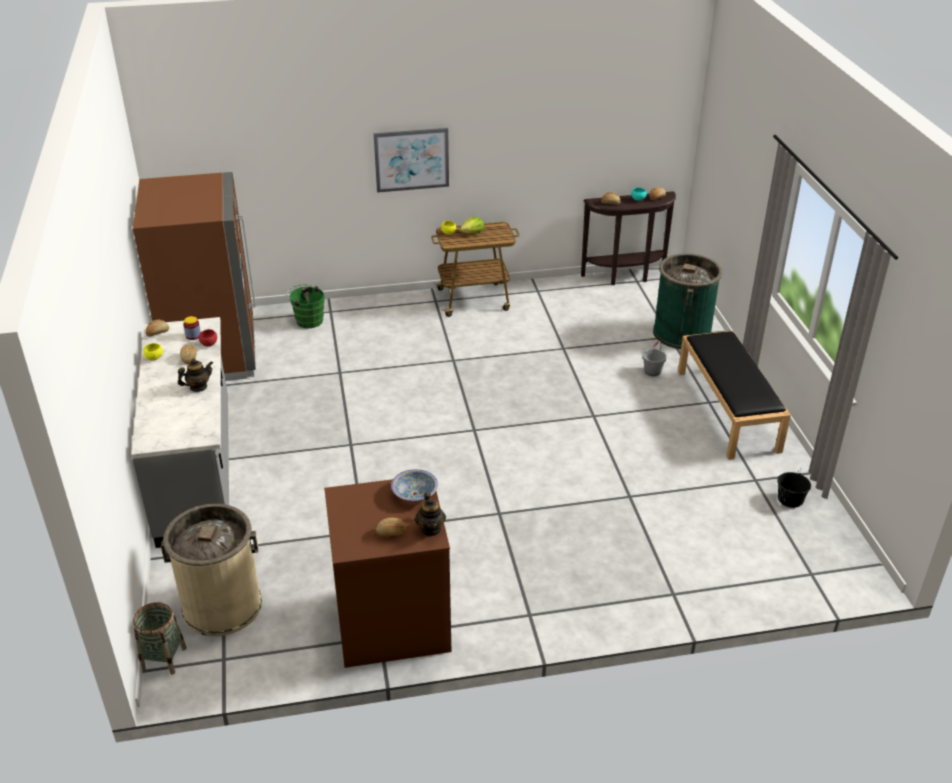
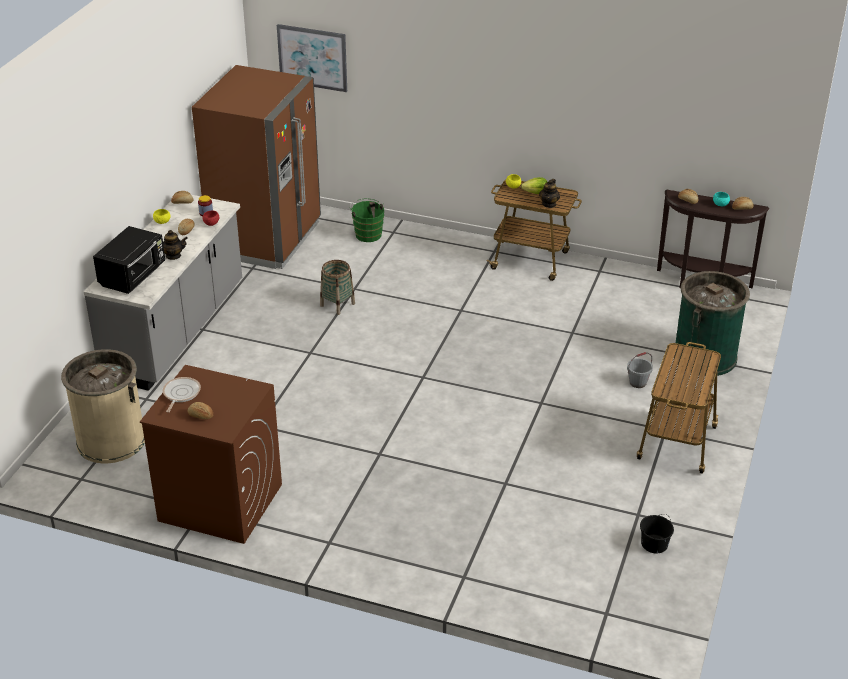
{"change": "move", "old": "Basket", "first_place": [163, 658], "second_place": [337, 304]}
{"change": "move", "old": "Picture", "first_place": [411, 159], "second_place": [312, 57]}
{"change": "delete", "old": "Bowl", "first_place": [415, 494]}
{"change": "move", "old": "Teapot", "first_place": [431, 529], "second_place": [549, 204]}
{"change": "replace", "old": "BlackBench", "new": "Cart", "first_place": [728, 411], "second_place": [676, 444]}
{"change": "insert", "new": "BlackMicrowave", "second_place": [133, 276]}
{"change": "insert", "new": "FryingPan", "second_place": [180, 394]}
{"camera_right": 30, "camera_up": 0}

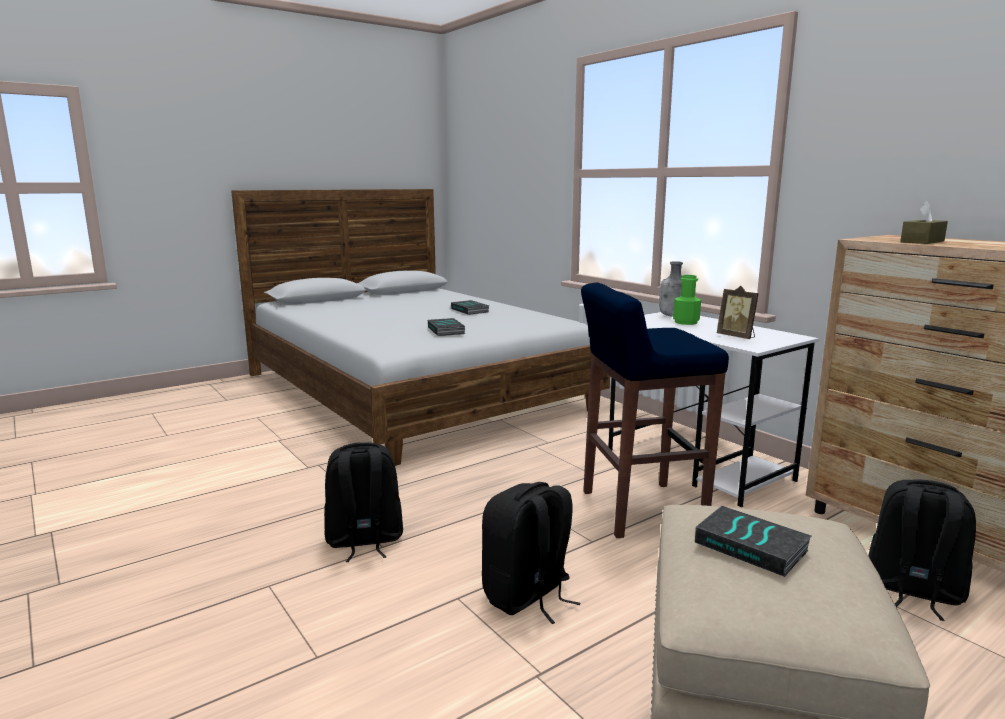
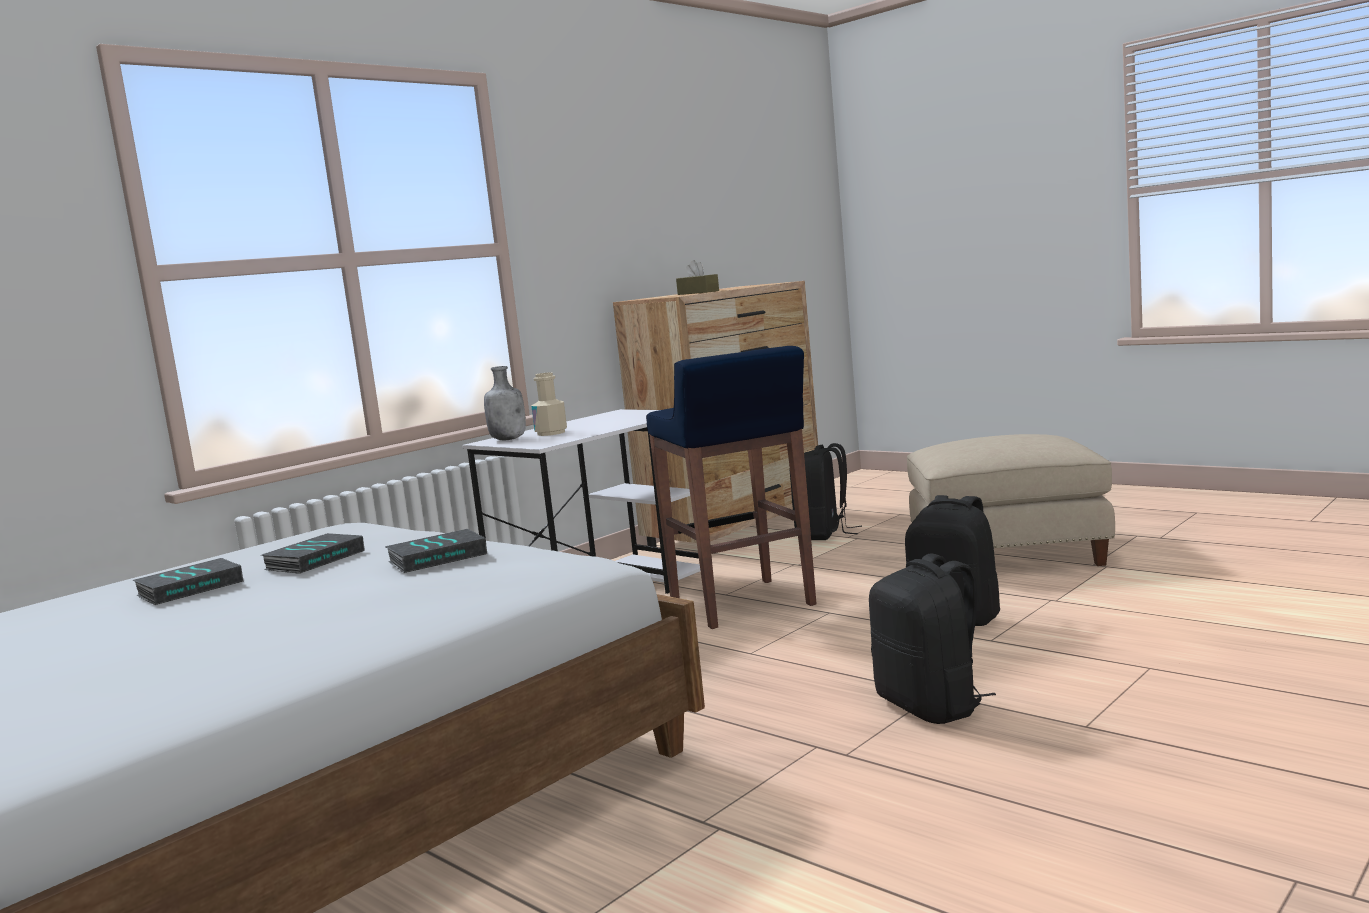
{"change": "recolor", "old": "GreenBottle", "new": "BeigeBottle", "first_place": [686, 322], "second_place": [551, 433]}
{"change": "move", "old": "Book", "first_place": [752, 546], "second_place": [315, 560]}
{"change": "delete", "old": "PictureFrame", "first_place": [737, 337]}
{"camera_right": -100, "camera_up": -5}

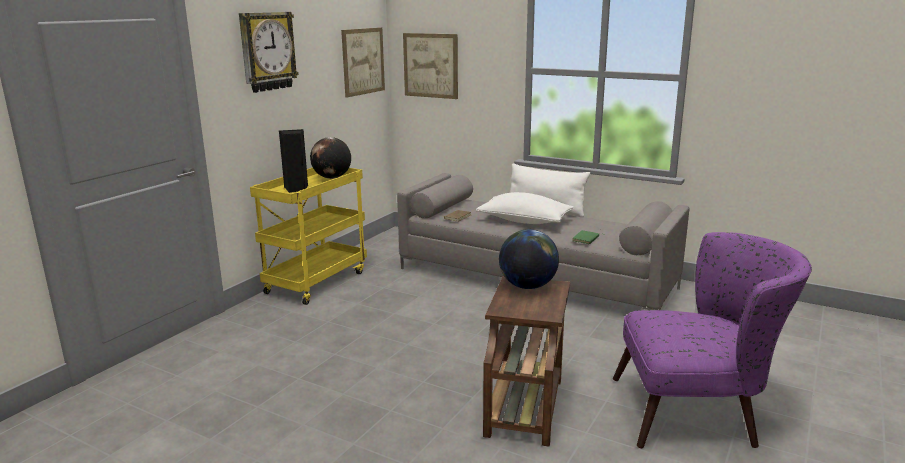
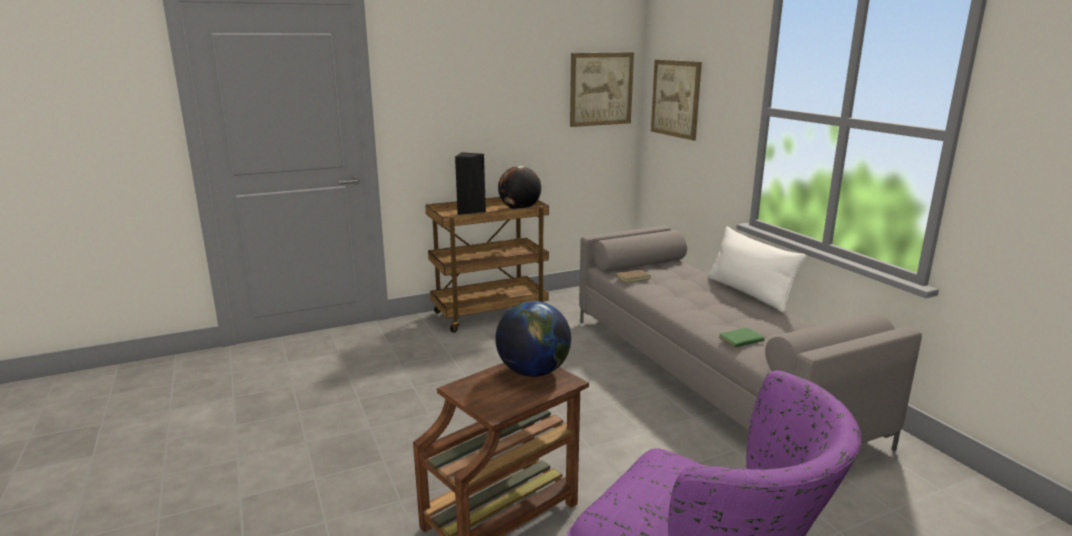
{"change": "delete", "old": "WallClock", "first_place": [267, 51]}
{"change": "recolor", "old": "YellowCart", "new": "BrownCart", "first_place": [316, 281], "second_place": [489, 313]}
{"change": "delete", "old": "WhitePillow", "first_place": [524, 221]}
{"camera_right": 35, "camera_up": 0}

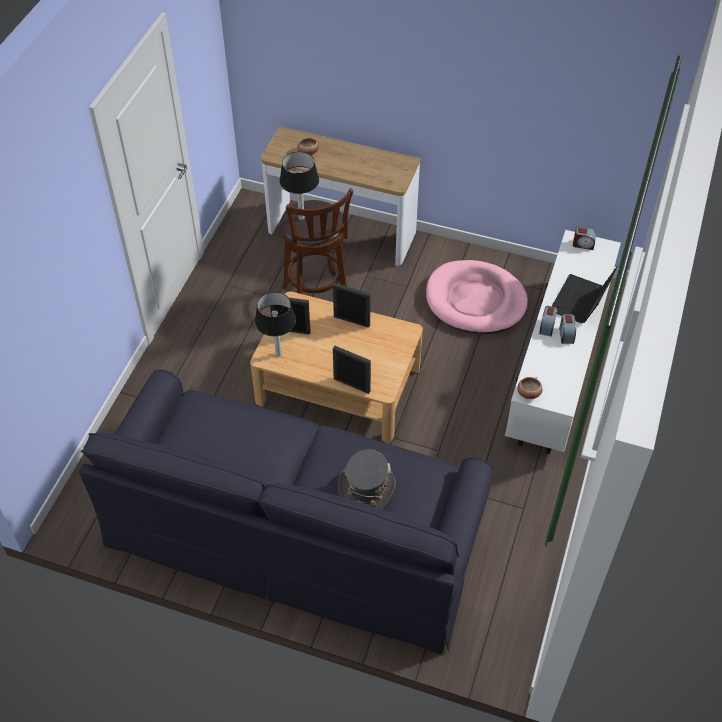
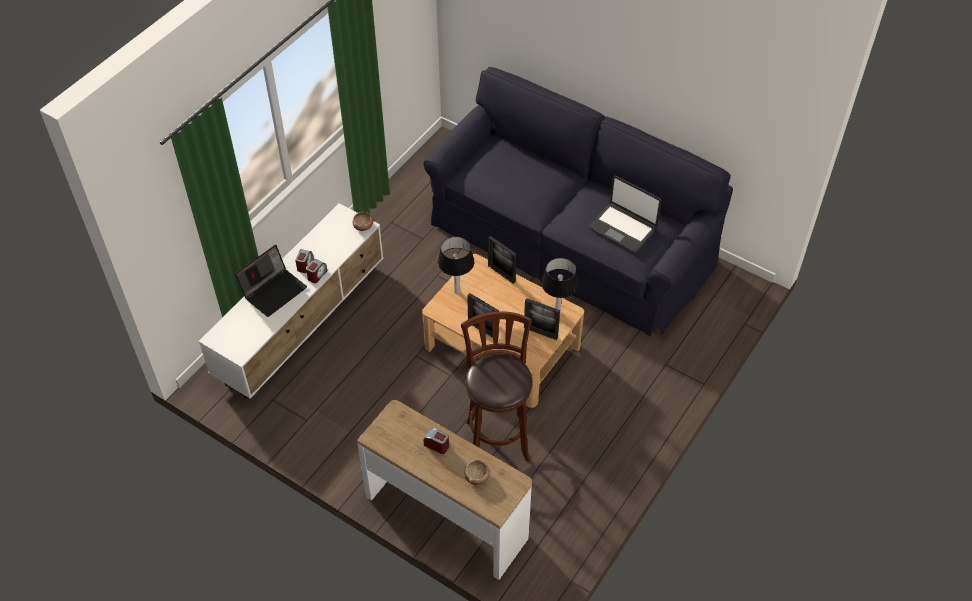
{"change": "move", "old": "TableLamp", "first_place": [302, 218], "second_place": [456, 291]}
{"change": "delete", "old": "GreyHat", "first_place": [366, 489]}
{"change": "delete", "old": "PinkDogBed", "first_place": [475, 301]}
{"change": "move", "old": "AlarmClock", "first_place": [583, 244], "second_place": [437, 445]}
{"change": "insert", "new": "Laptop", "second_place": [623, 227]}
{"camera_right": -165, "camera_up": 0}

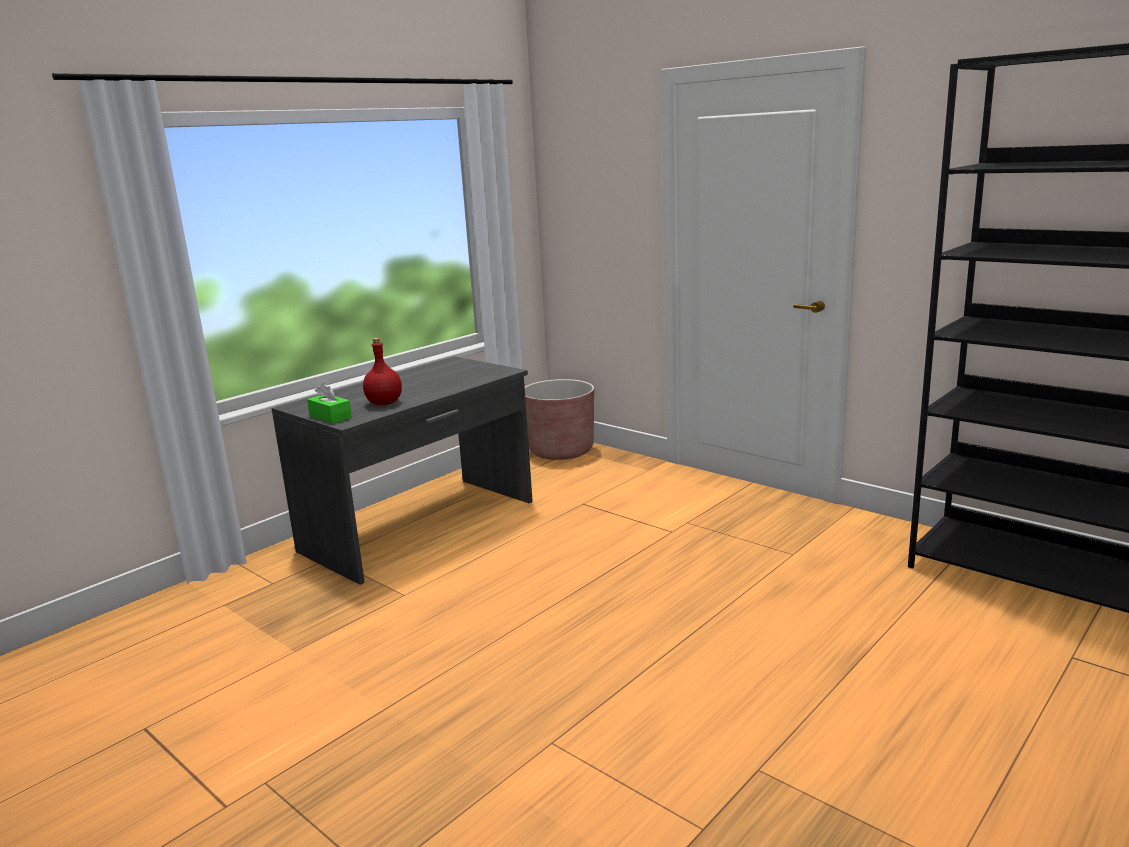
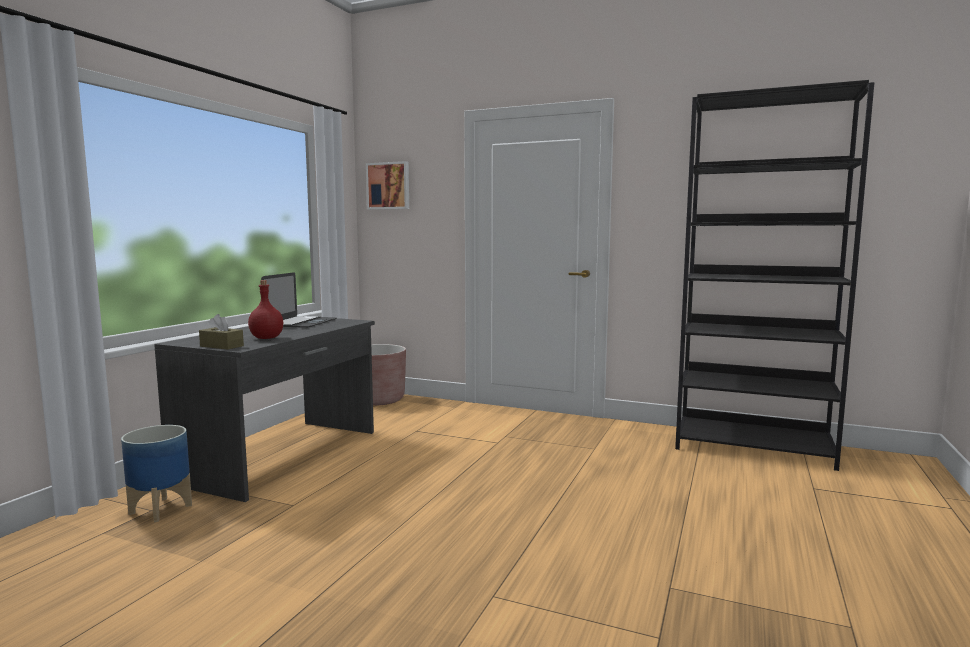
{"change": "recolor", "old": "GreenTissueBox", "new": "BrownTissueBox", "first_place": [330, 417], "second_place": [222, 346]}
{"change": "insert", "new": "Planter", "second_place": [160, 510]}
{"change": "insert", "new": "Laptop", "second_place": [301, 322]}
{"change": "insert", "new": "Picture", "second_place": [388, 186]}
{"camera_right": -20, "camera_up": -10}

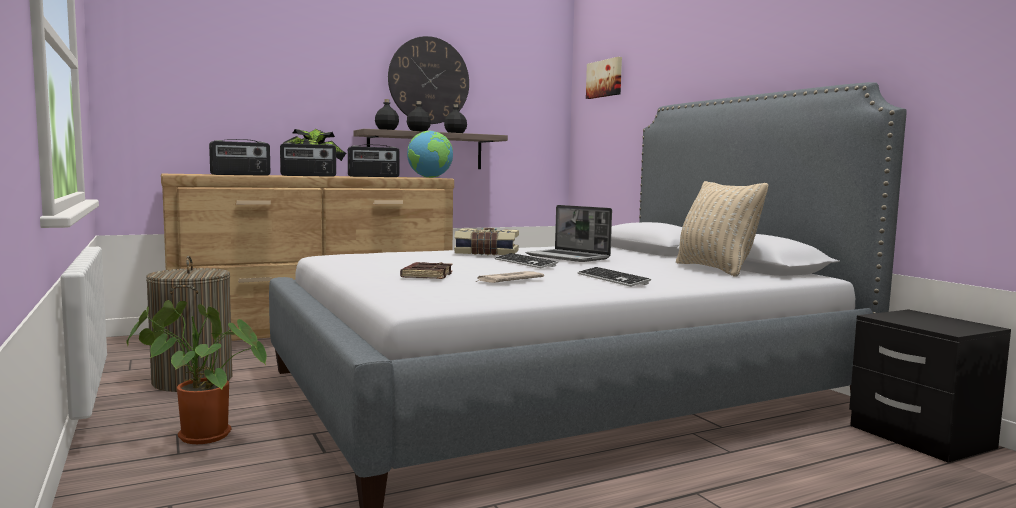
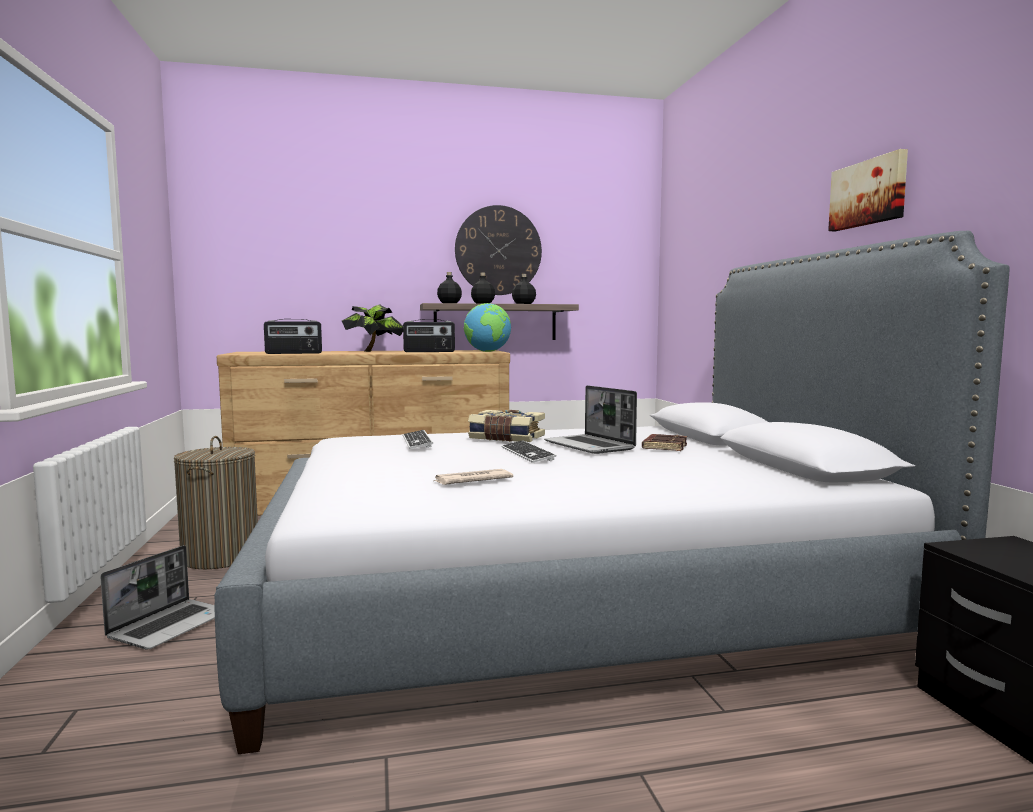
{"change": "replace", "old": "PottedPlant", "new": "Laptop", "first_place": [198, 437], "second_place": [170, 625]}
{"change": "delete", "old": "Radio", "first_place": [308, 176]}
{"change": "move", "old": "BrownBook", "first_place": [426, 275], "second_place": [664, 447]}
{"change": "move", "old": "Keyboard", "first_place": [612, 279], "second_place": [417, 441]}
{"change": "move", "old": "Picture", "first_place": [605, 78], "second_place": [869, 193]}
{"change": "delete", "old": "BeigePillow", "first_place": [715, 269]}
{"camera_right": 15, "camera_up": 0}

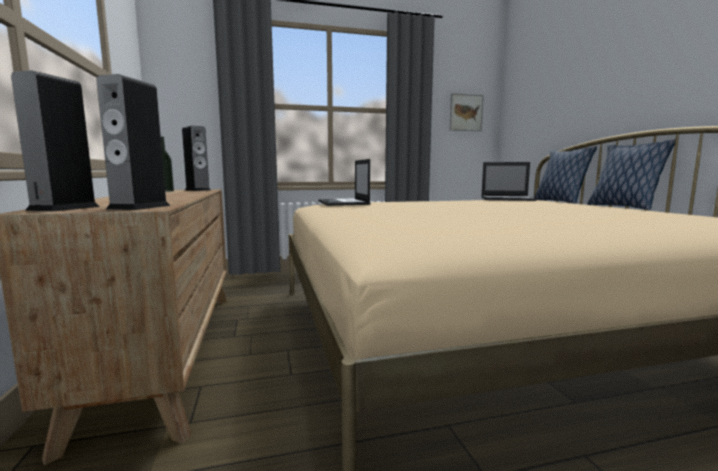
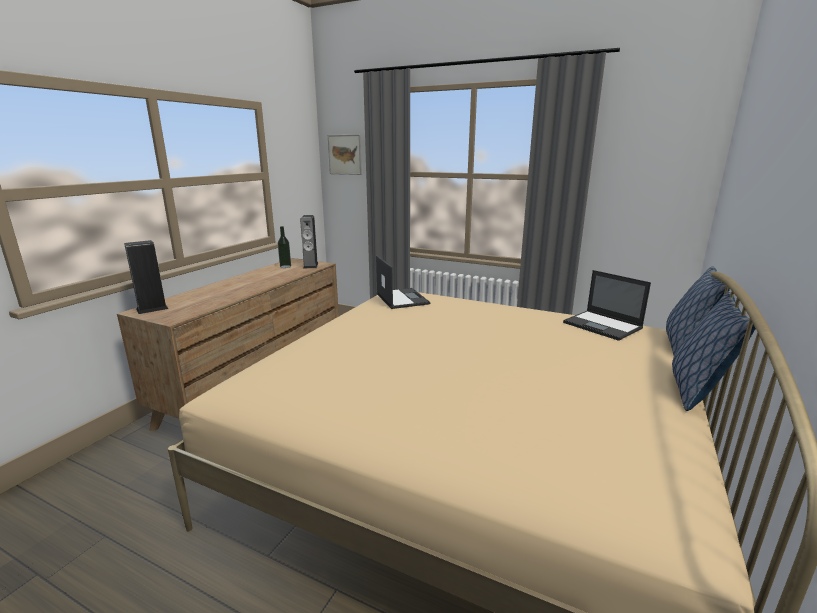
{"change": "delete", "old": "Speaker", "first_place": [139, 207]}
{"change": "rotate", "old": "Laptop", "first_place": [343, 203], "second_place": [401, 298], "degrees": 135}
{"change": "move", "old": "Picture", "first_place": [466, 112], "second_place": [345, 154]}
{"camera_right": 40, "camera_up": 10}

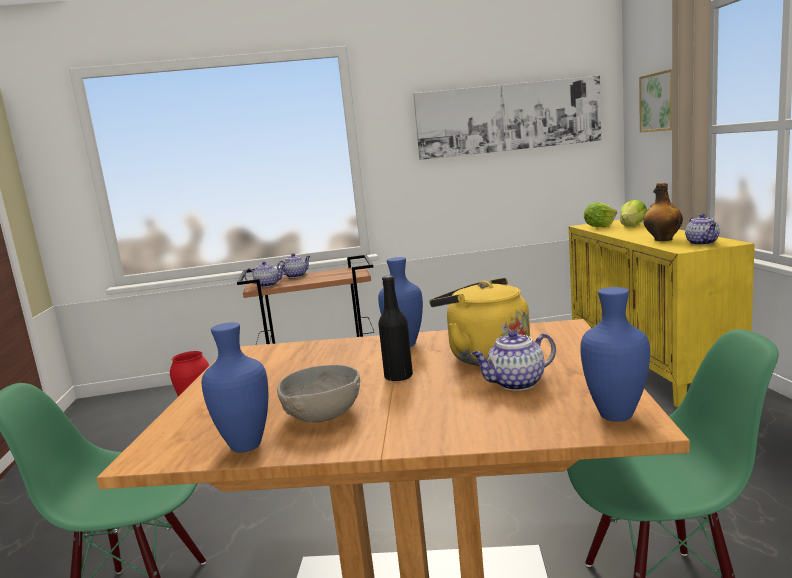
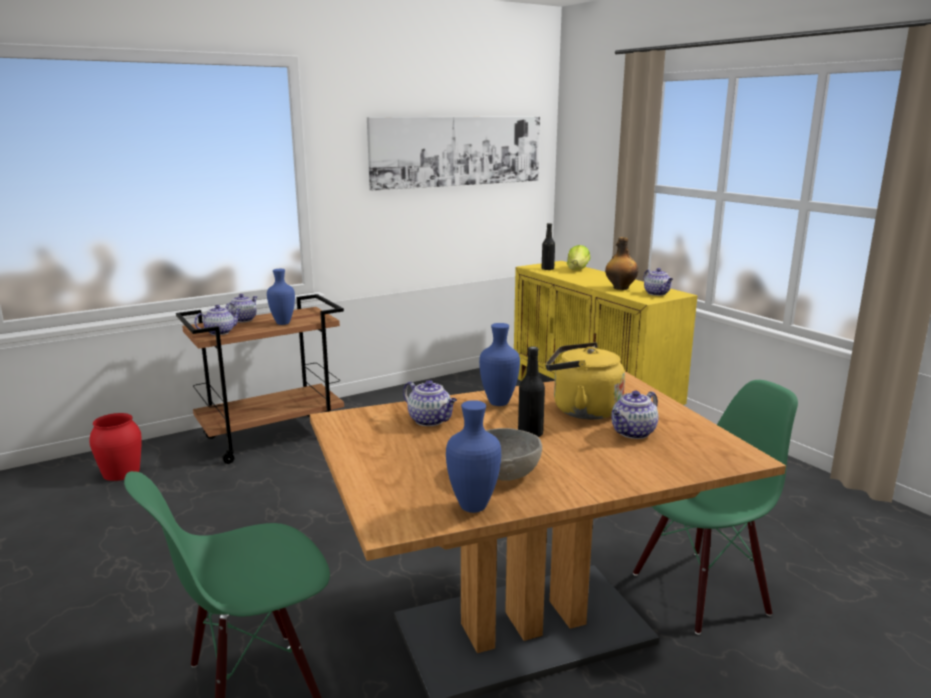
{"change": "move", "old": "BlueVase", "first_place": [617, 416], "second_place": [283, 323]}
{"change": "replace", "old": "Lettuce", "new": "BlackBottle", "first_place": [599, 226], "second_place": [547, 269]}
{"change": "delete", "old": "Picture", "first_place": [661, 101]}
{"change": "insert", "new": "Teapot", "second_place": [430, 420]}
{"camera_right": -25, "camera_up": 5}

